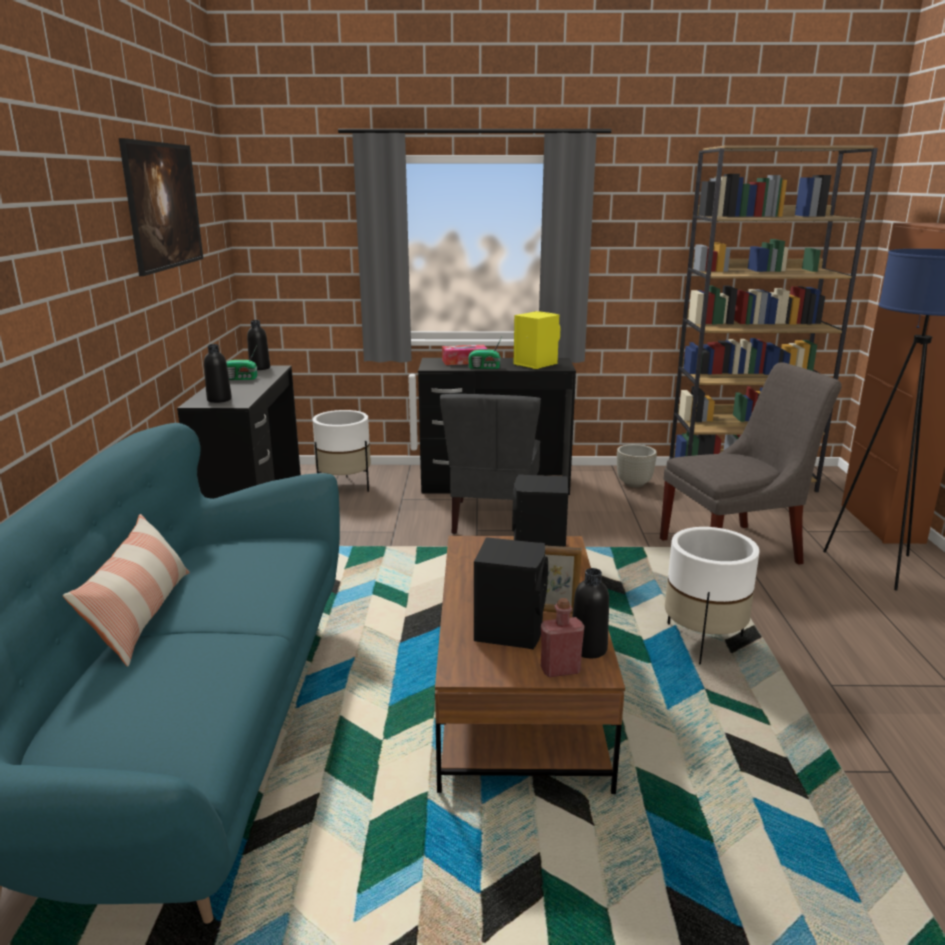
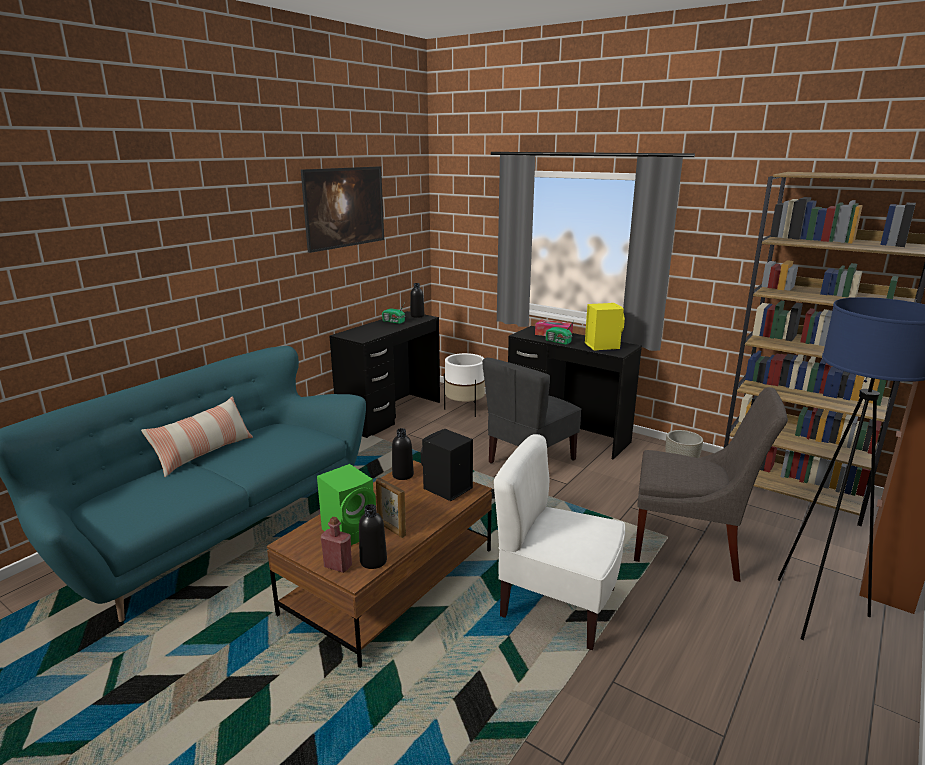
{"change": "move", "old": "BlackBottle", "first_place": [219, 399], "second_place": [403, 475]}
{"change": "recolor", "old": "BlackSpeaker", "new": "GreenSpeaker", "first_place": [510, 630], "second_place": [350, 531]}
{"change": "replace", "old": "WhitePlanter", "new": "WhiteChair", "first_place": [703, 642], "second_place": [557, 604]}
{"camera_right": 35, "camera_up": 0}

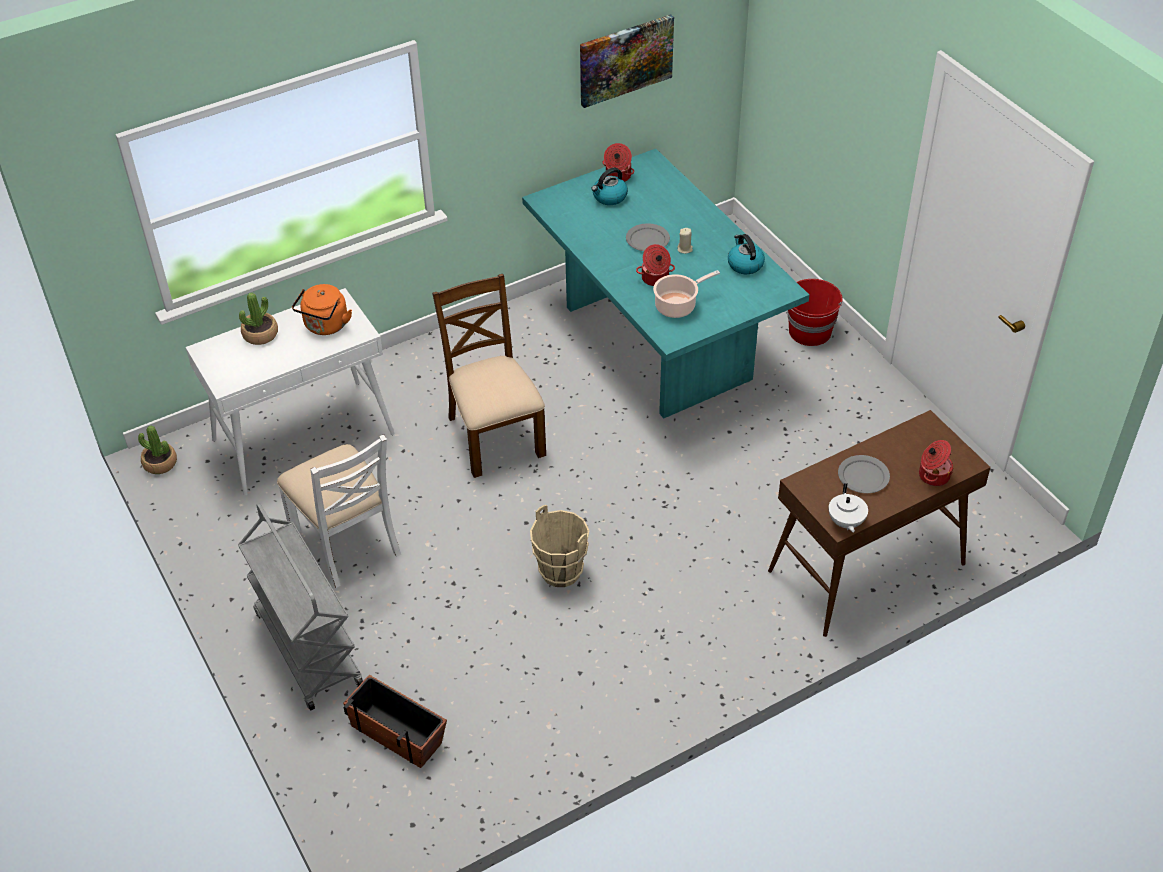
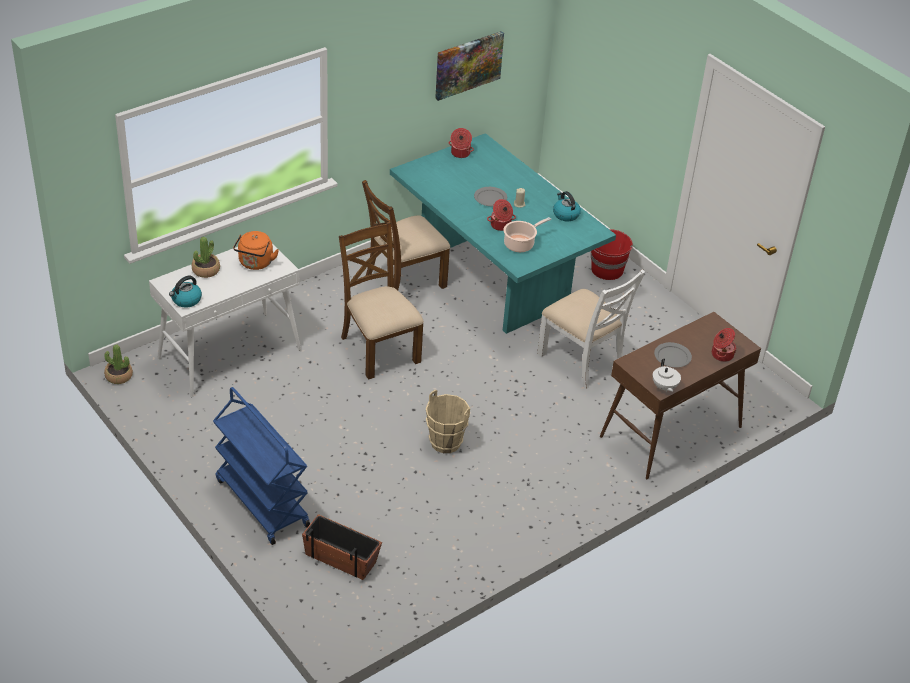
{"change": "recolor", "old": "GreyCart", "new": "BlueCart", "first_place": [307, 648], "second_place": [261, 502]}
{"change": "move", "old": "WhiteChair", "first_place": [346, 542], "second_place": [582, 360]}
{"change": "move", "old": "Kettle", "first_place": [609, 197], "second_place": [186, 300]}
{"change": "insert", "new": "BrownChair", "second_place": [404, 281]}
{"camera_right": -10, "camera_up": -5}

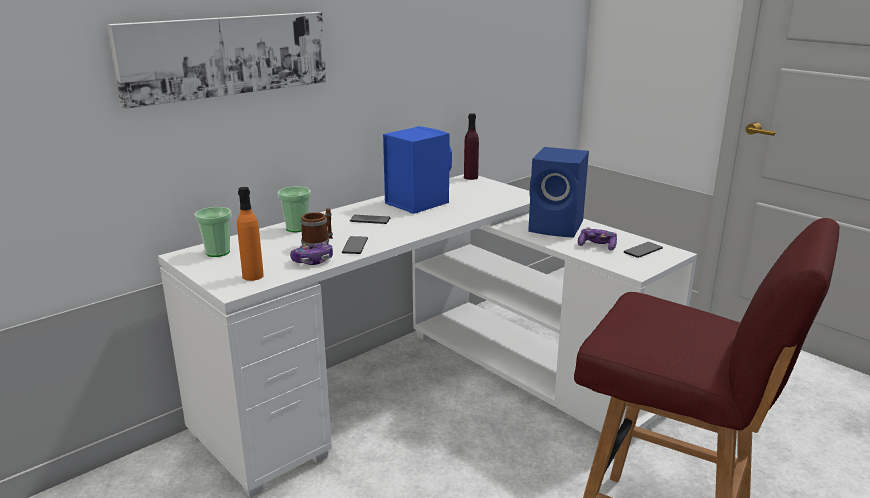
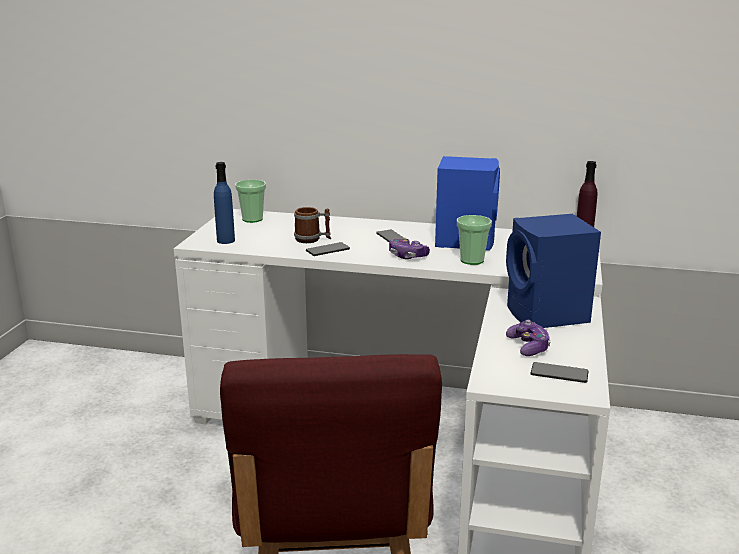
{"change": "delete", "old": "Picture", "first_place": [226, 55]}
{"change": "recolor", "old": "OrangeBottle", "new": "BlueBottle", "first_place": [253, 276], "second_place": [226, 240]}
{"change": "move", "old": "Cup", "first_place": [297, 228], "second_place": [472, 260]}
{"change": "move", "old": "GameController", "first_place": [313, 261], "second_place": [407, 256]}
{"camera_right": 55, "camera_up": 0}

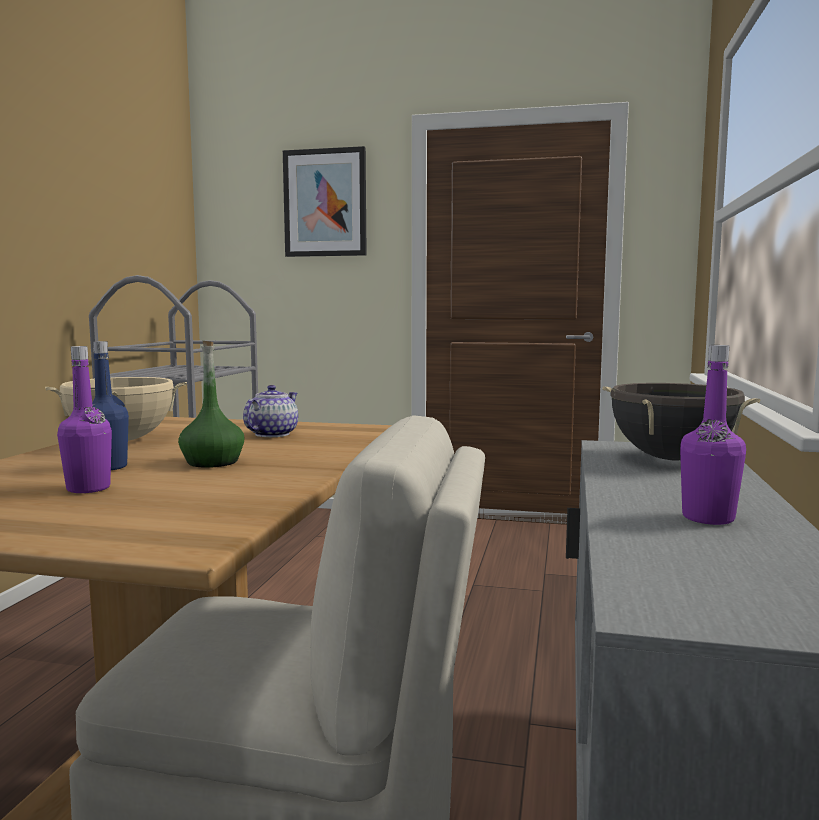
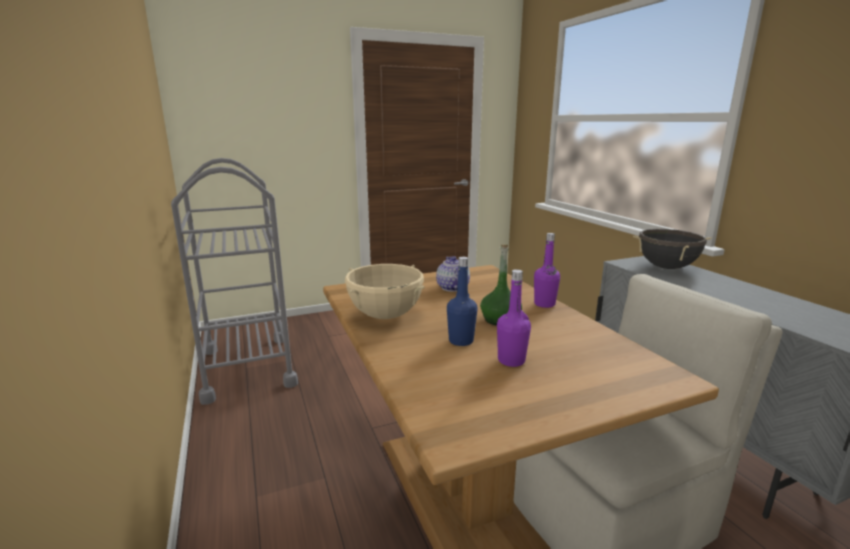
{"change": "delete", "old": "Picture", "first_place": [325, 203]}
{"change": "move", "old": "PurpleBottle", "first_place": [708, 518], "second_place": [544, 304]}
{"camera_right": -35, "camera_up": 10}

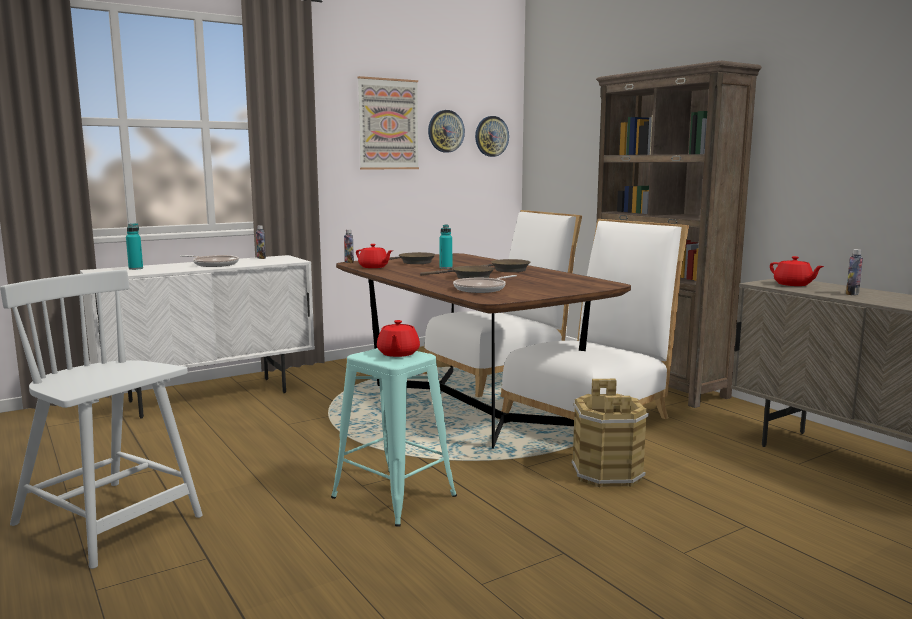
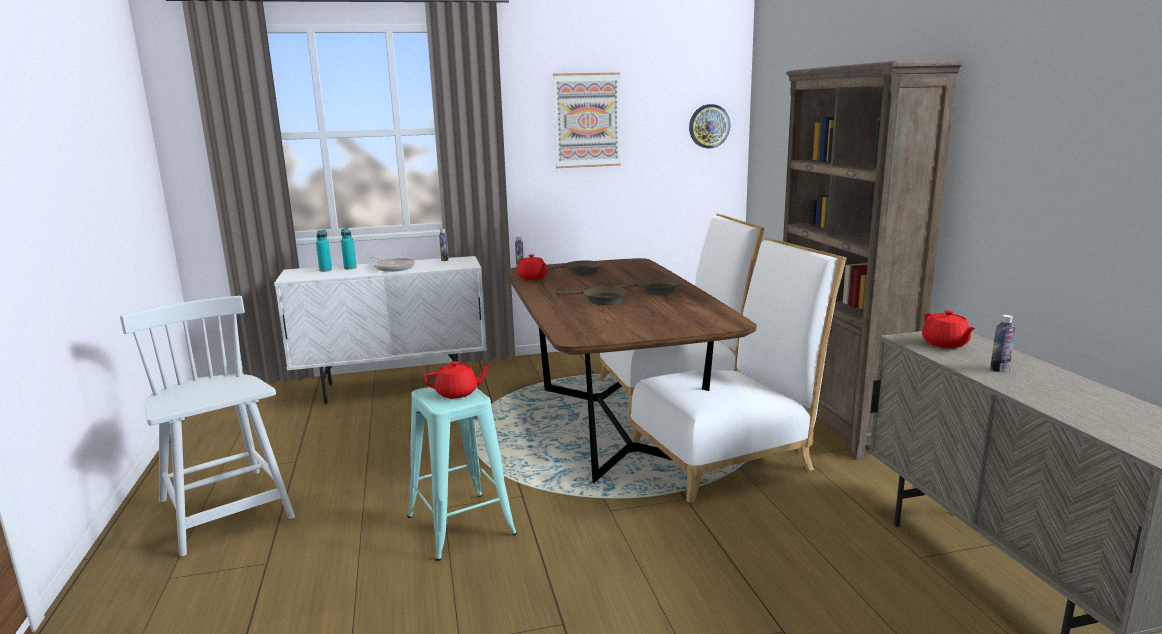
{"change": "rotate", "old": "RedTeapot", "first_place": [398, 353], "second_place": [458, 393], "degrees": -120}
{"change": "delete", "old": "WallClock", "first_place": [445, 131]}
{"change": "move", "old": "TurquoiseBottle", "first_place": [445, 268], "second_place": [350, 268]}
{"change": "delete", "old": "FryingPan", "first_place": [482, 289]}
{"change": "delete", "old": "BrownBucket", "first_place": [607, 473]}
{"camera_right": 20, "camera_up": 5}

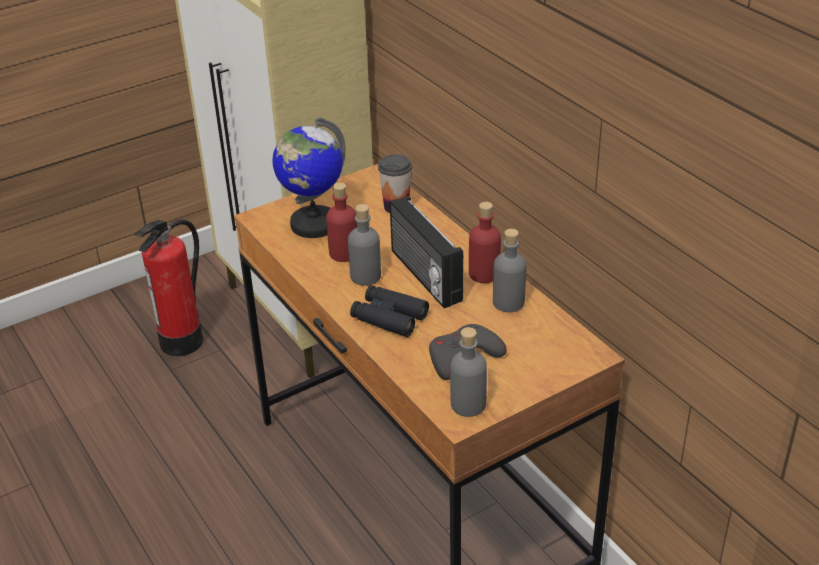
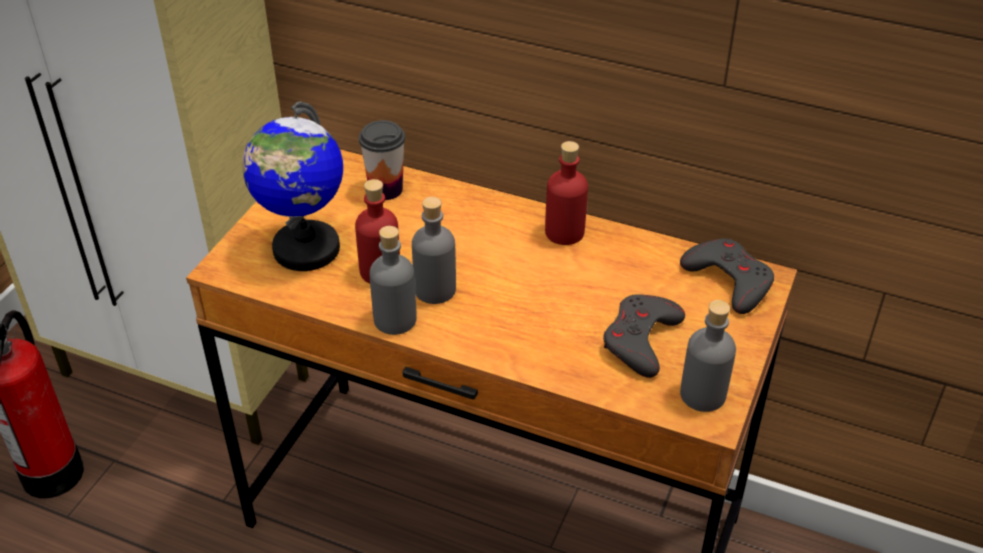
{"change": "delete", "old": "BlackBinoculars", "first_place": [389, 317]}
{"change": "delete", "old": "Radio", "first_place": [424, 276]}
{"change": "move", "old": "GreyBottle", "first_place": [508, 302], "second_place": [395, 319]}
{"change": "insert", "new": "GreyGameController", "second_place": [729, 280]}
{"camera_right": -35, "camera_up": 5}

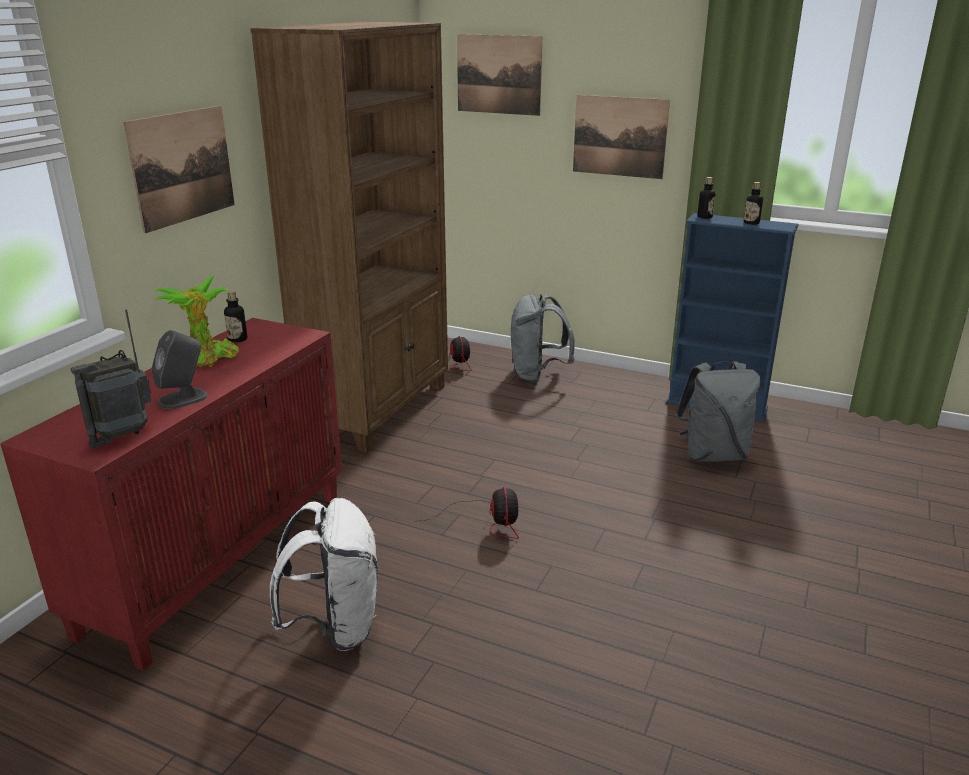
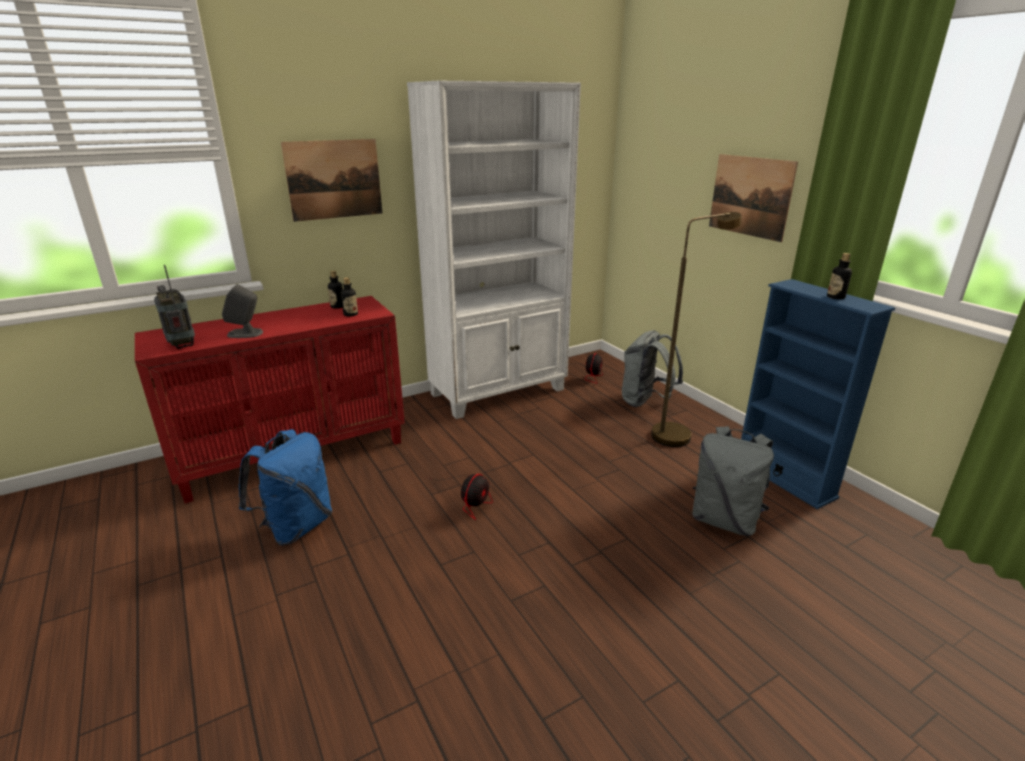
{"change": "rotate", "old": "Radio", "first_place": [123, 435], "second_place": [182, 345], "degrees": 60}
{"change": "delete", "old": "PottedPlant", "first_place": [208, 359]}
{"change": "recolor", "old": "BrownBookcase", "new": "WhiteBookcase", "first_place": [378, 410], "second_place": [499, 392]}
{"change": "recolor", "old": "WhiteBackpack", "new": "BlueBackpack", "first_place": [335, 627], "second_place": [296, 526]}
{"change": "delete", "old": "Picture", "first_place": [498, 74]}
{"change": "move", "old": "Bottle", "first_place": [704, 217], "second_place": [350, 314]}
{"change": "insert", "new": "BrownFloorLamp", "second_place": [677, 433]}
{"camera_right": 35, "camera_up": 0}

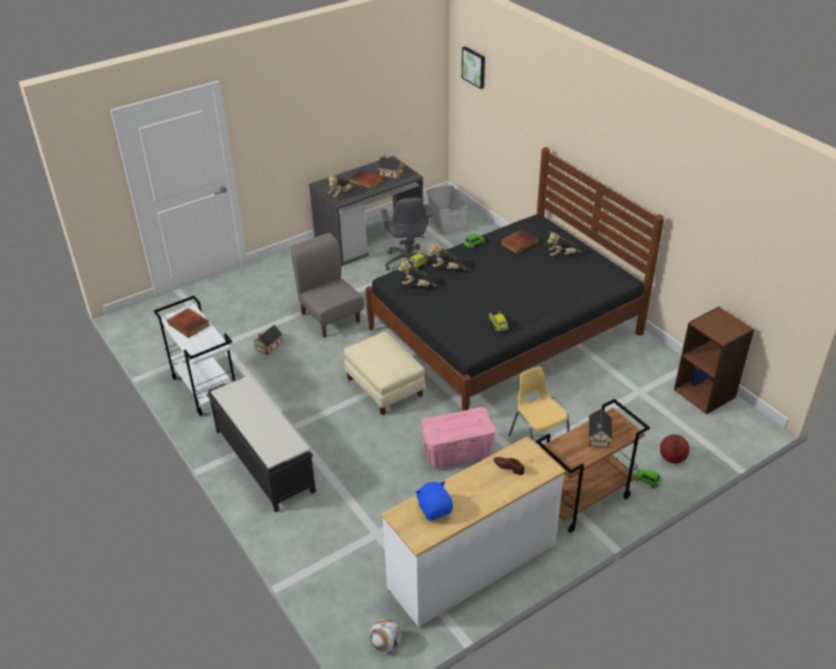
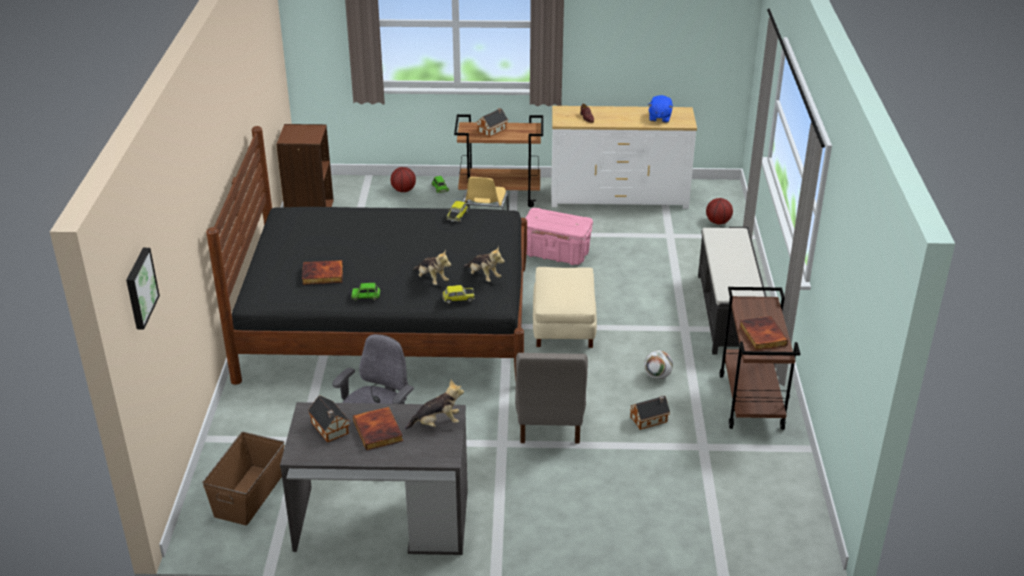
{"change": "recolor", "old": "WhiteCart", "new": "BrownCart", "first_place": [204, 388], "second_place": [751, 402]}
{"change": "move", "old": "Football", "first_place": [386, 644], "second_place": [657, 376]}
{"change": "recolor", "old": "GreyStorageBox", "new": "BrownStorageBox", "first_place": [446, 221], "second_place": [250, 494]}
{"change": "delete", "old": "PlushToy", "first_place": [563, 255]}
{"change": "insert", "new": "Basketball", "second_place": [718, 222]}
{"camera_right": -145, "camera_up": -5}

